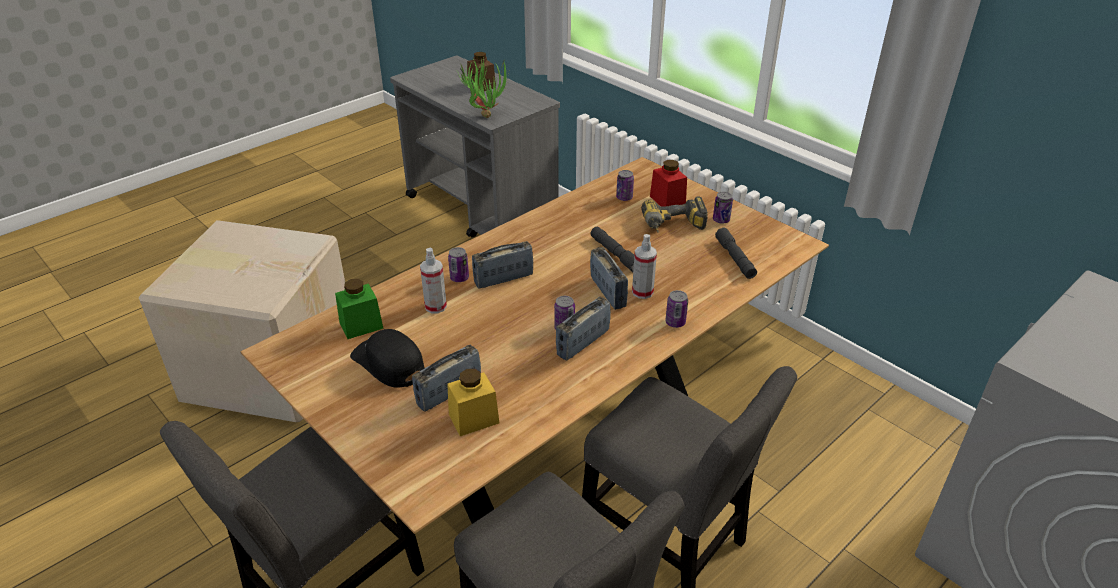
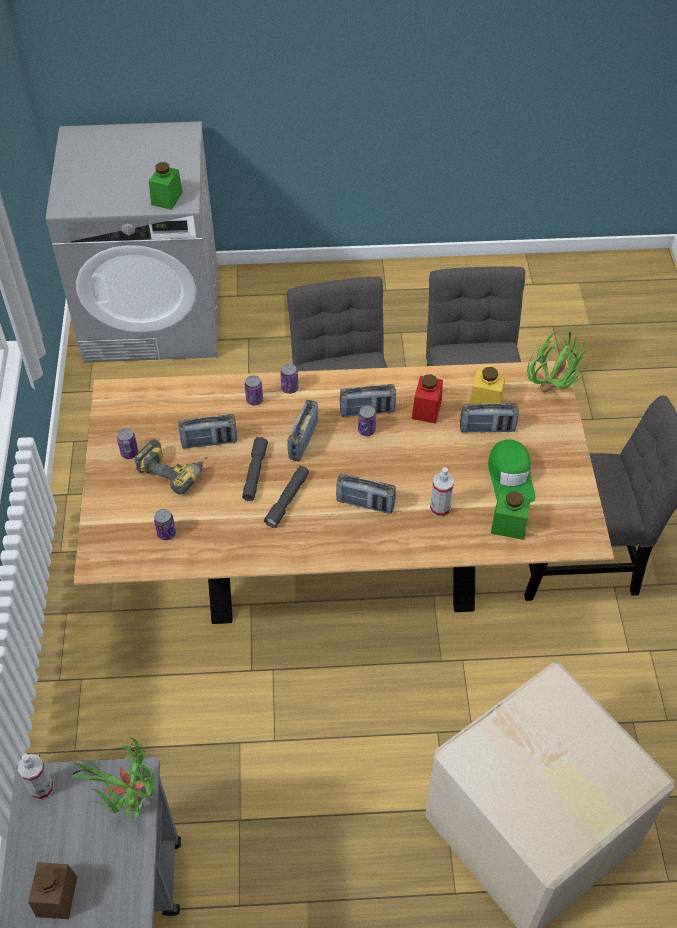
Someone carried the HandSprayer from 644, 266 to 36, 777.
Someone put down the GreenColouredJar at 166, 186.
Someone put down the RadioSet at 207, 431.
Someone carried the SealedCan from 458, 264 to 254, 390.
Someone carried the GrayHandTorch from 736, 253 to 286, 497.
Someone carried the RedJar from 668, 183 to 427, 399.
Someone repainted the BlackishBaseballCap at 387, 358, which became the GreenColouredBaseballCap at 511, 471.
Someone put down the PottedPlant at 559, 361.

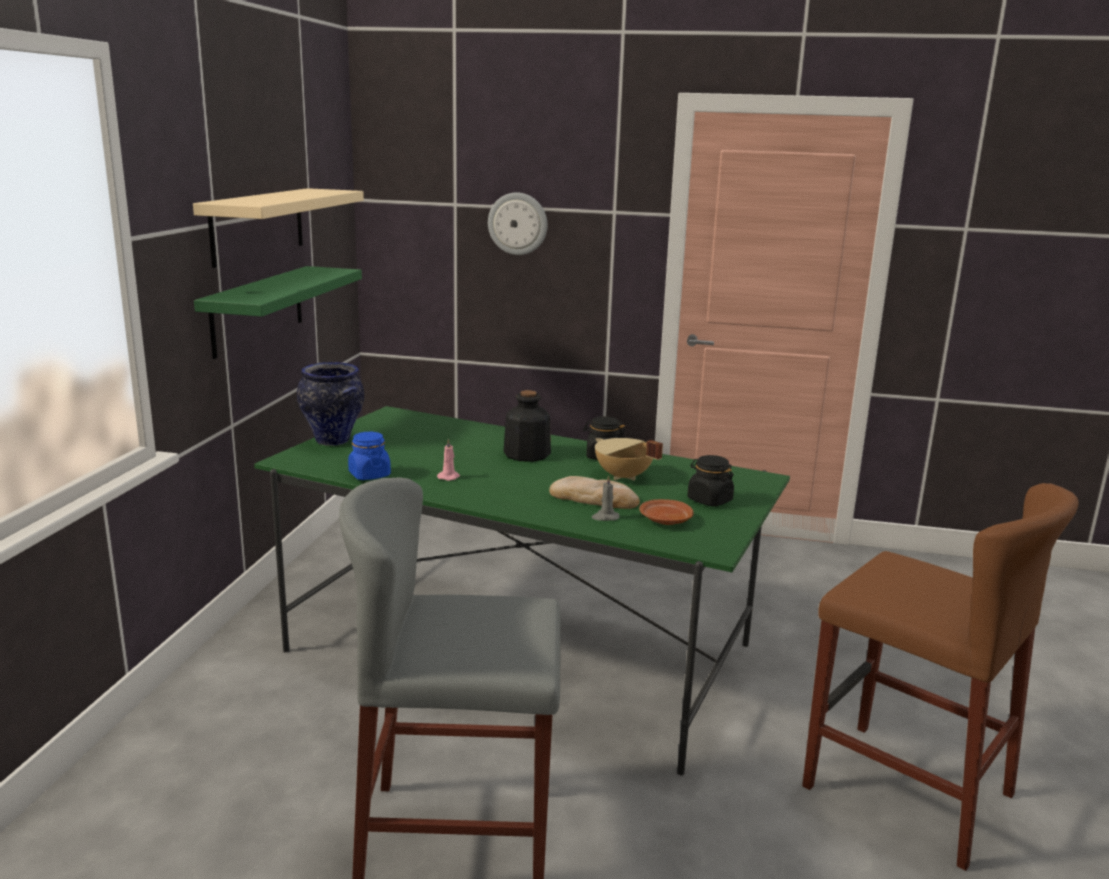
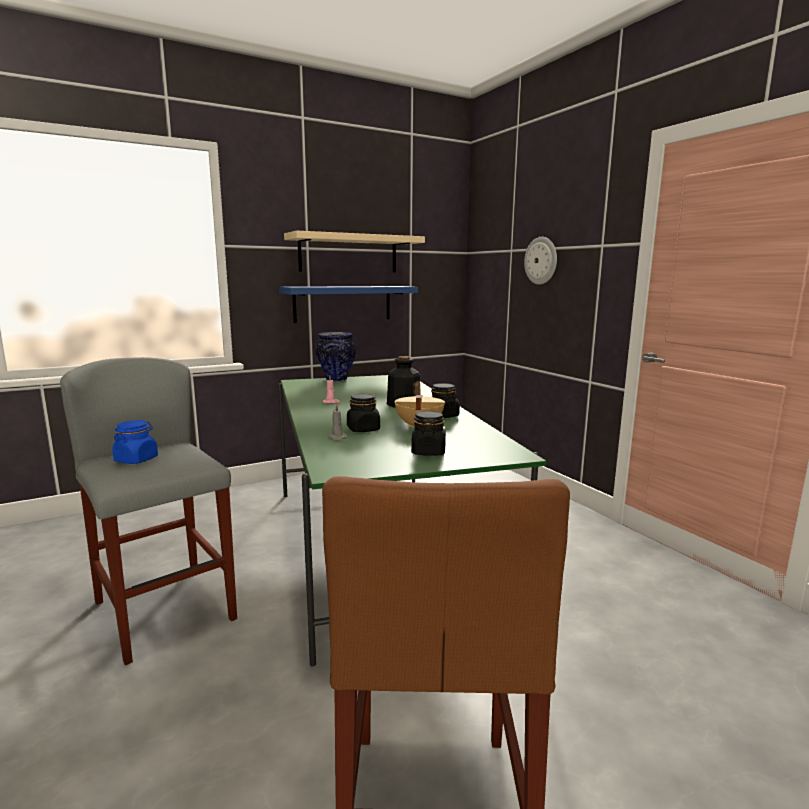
Someone carried the BluishJar from 369, 456 to 135, 442.
Someone repainted the GreenColouredBracketShelf at 278, 312, which became the BluishBracketShelf at 348, 304.
Someone swapped the BakeryBread at 594, 492 for the BlackishJar at 363, 413.
Someone took away the BrownDinnerPlate at 666, 512.

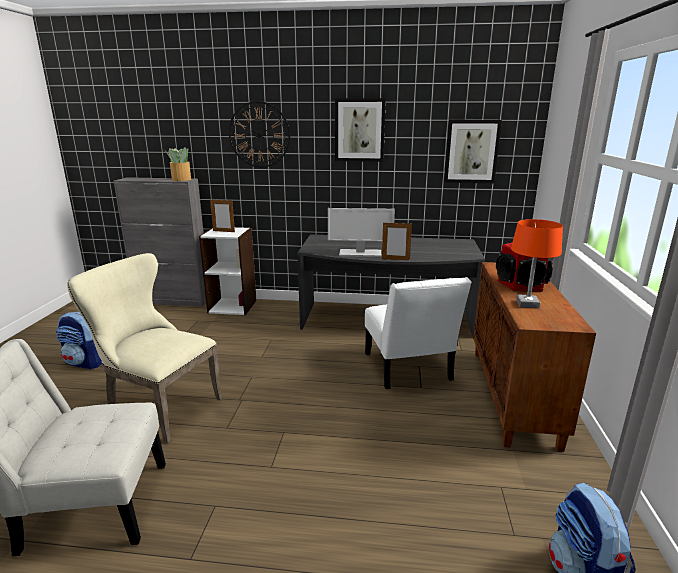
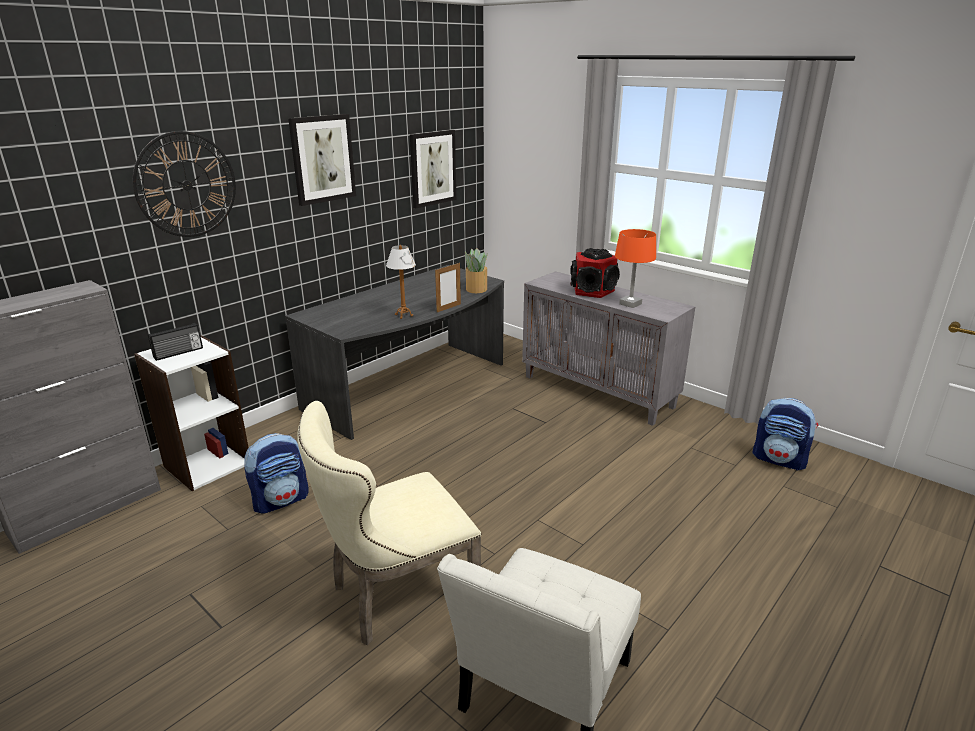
Someone swapped the StandingFrame at 222, 216 for the RadioSet at 175, 342.
Someone carried the Rucksack from 79, 340 to 276, 473.
Someone swapped the ComputerScreen at 361, 232 for the TabletopLamp at 401, 282.
Someone carried the PottedPlant from 177, 164 to 476, 270.
Someone repainted the BrownStorageCabinet at 534, 357, which became the GrayStorageCabinet at 608, 348.
Someone took away the WhiteColouredChair at 418, 333.

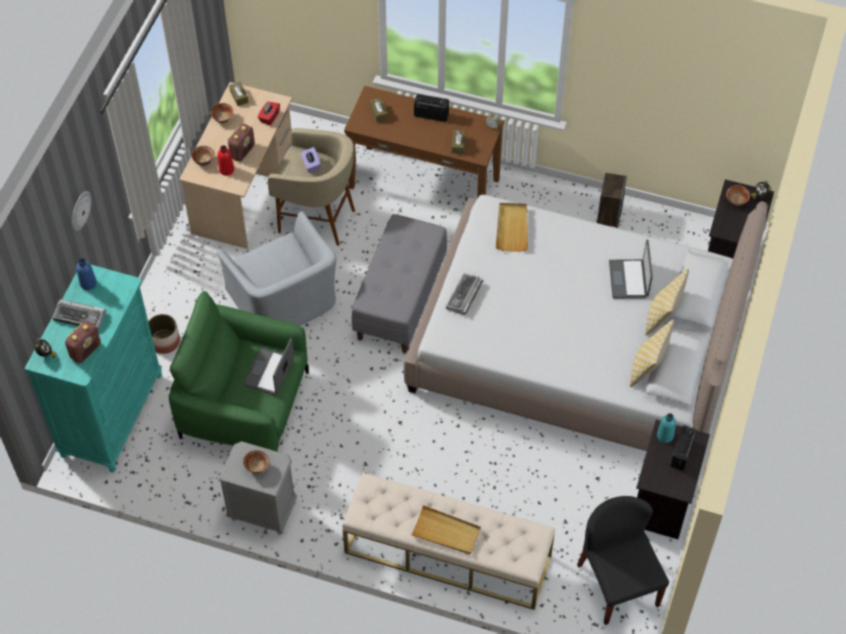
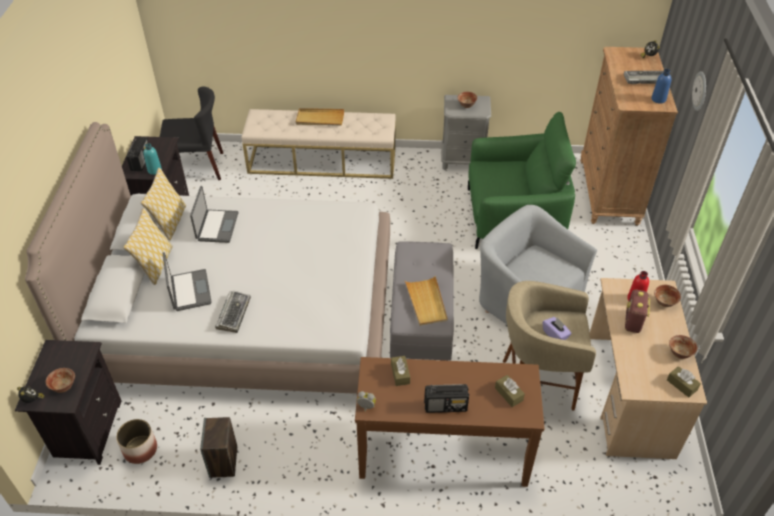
Someone carried the PlantPot from 164, 334 to 136, 441.
Someone rotated the BlackishChair at 623, 560 by 60 degrees counterclockwise.
Someone carried the Laptop from 268, 366 to 214, 214.
Someone carried the Keyboard from 464, 294 to 233, 312.
Someone carried the BeigeColouredTray from 512, 227 to 426, 301.
Someone repainted the TurquoiseChestOfDrawers at 93, 369, which became the BrownChestOfDrawers at 629, 136.
Someone took away the RadioSet at 83, 342.
Someone took away the RedTissueBox at 269, 113.

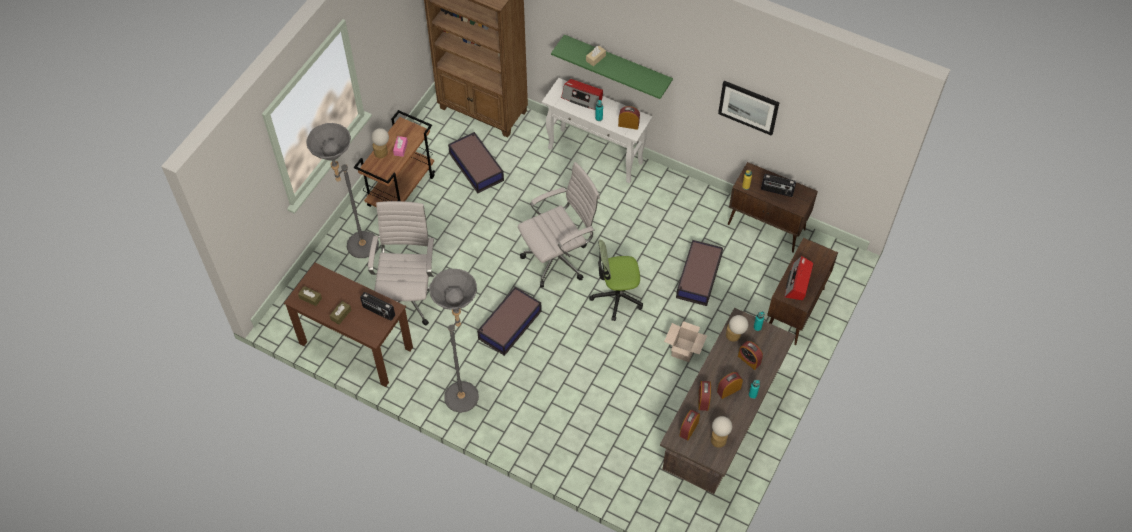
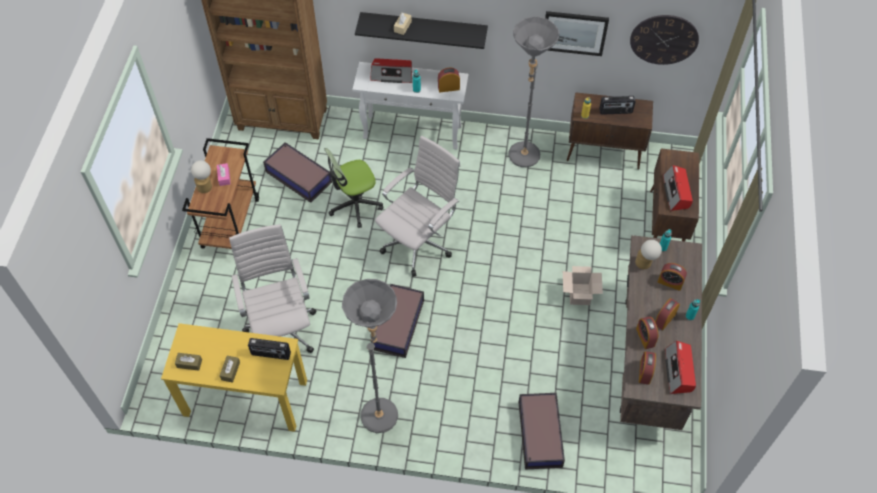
Someone repainted the BrownDeskUnit at 348, 325, which became the YellowDeskUnit at 234, 377.
Someone carried the ComputerChair from 616, 280 to 353, 188.
Someone repainted the GreenColouredBracketShelf at 612, 67, which became the BlackishBracketShelf at 421, 30.
Someone carried the GrayStandingLamp from 342, 190 to 533, 92.
Someone carried the StorageContainer from 699, 273 to 541, 431.
Someone put up the WallClock at 664, 40.
Someone swapped the TabletopLamp at 721, 432 for the RadioSet at 680, 367.

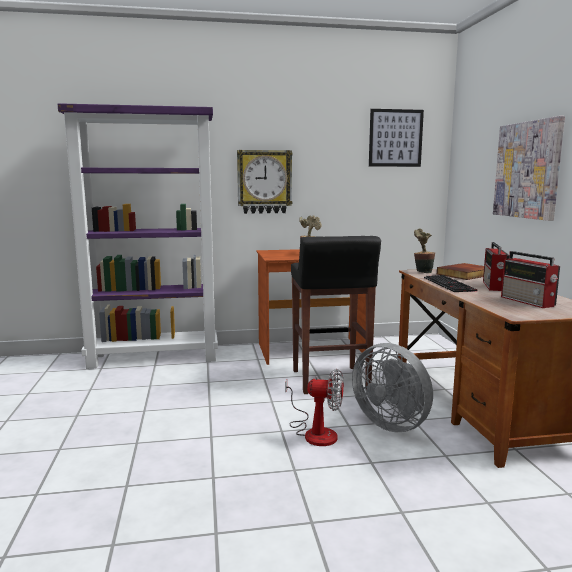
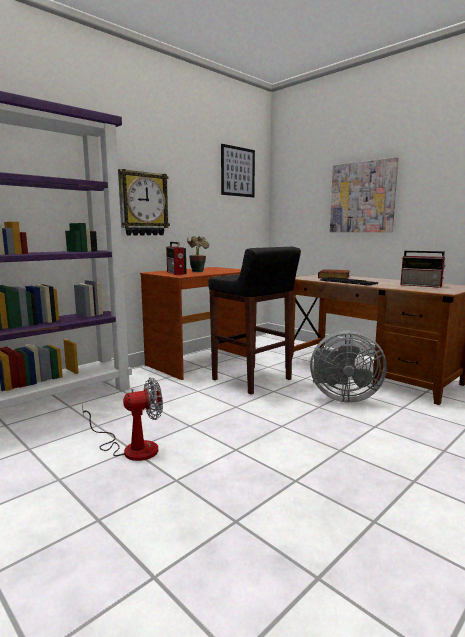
Someone carried the CoolingFan from 314, 407 to 122, 419.
Someone carried the RadioSet from 496, 266 to 176, 258.
Someone took away the PottedPlant at 424, 250.

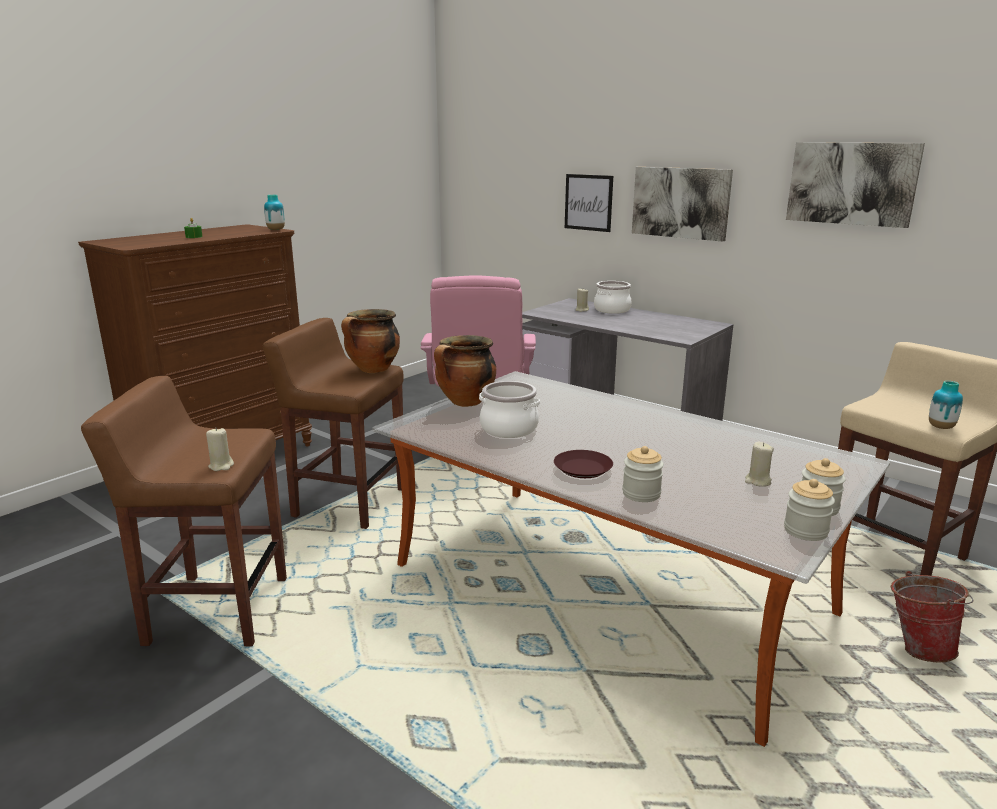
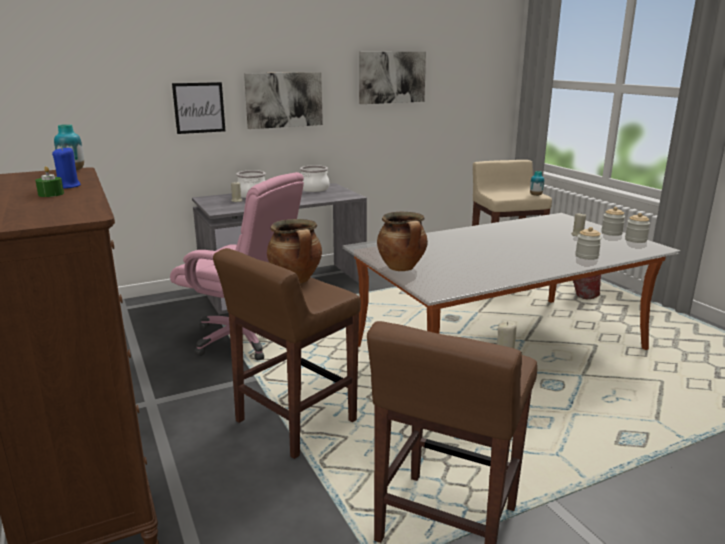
Someone put down the BluishCandle at 66, 167.
Someone carried the Saucepot from 509, 409 to 315, 178.
Someone took away the BrownDinnerPlate at 583, 464.

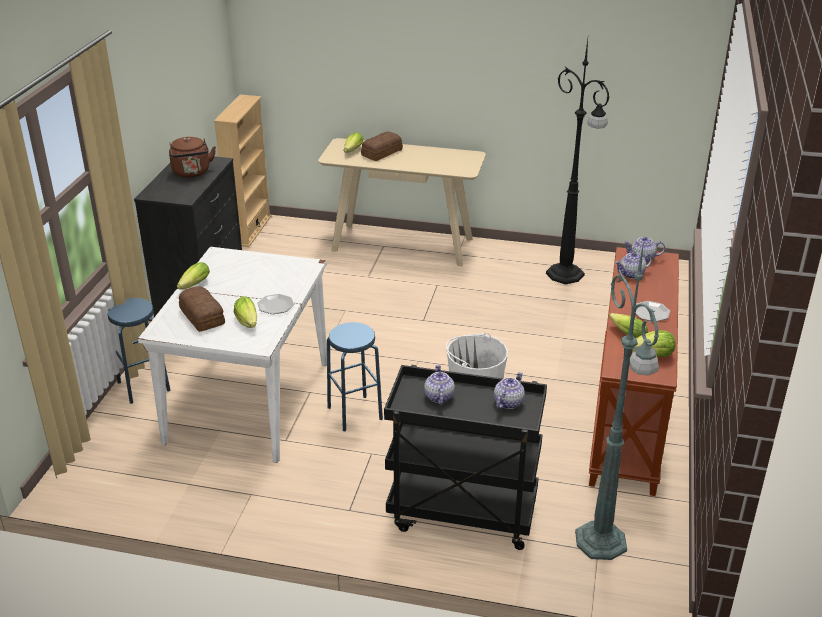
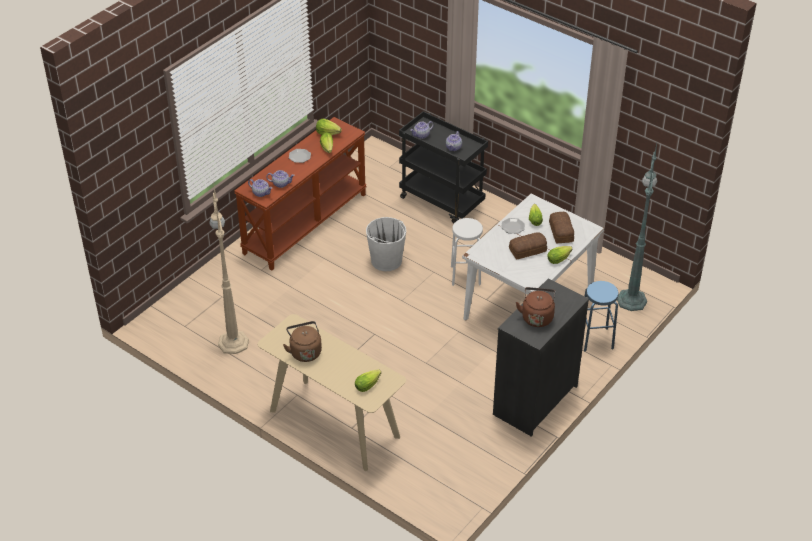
Someone repainted the BlackishStandingLamp at 578, 162, which became the BeigeColouredStandingLamp at 229, 270.
Someone put down the BrownWaterKettle at 302, 341.
Someone repainted the BluishStoolSeat at 355, 376, which became the WhiteColouredStoolSeat at 467, 252.
Someone carried the BakeryBread from 382, 146 to 528, 245.
Someone carried the GreenColouredStandingLamp from 617, 400 to 637, 227.
Someone took away the BeigeColouredShelvingUnit at 242, 171.

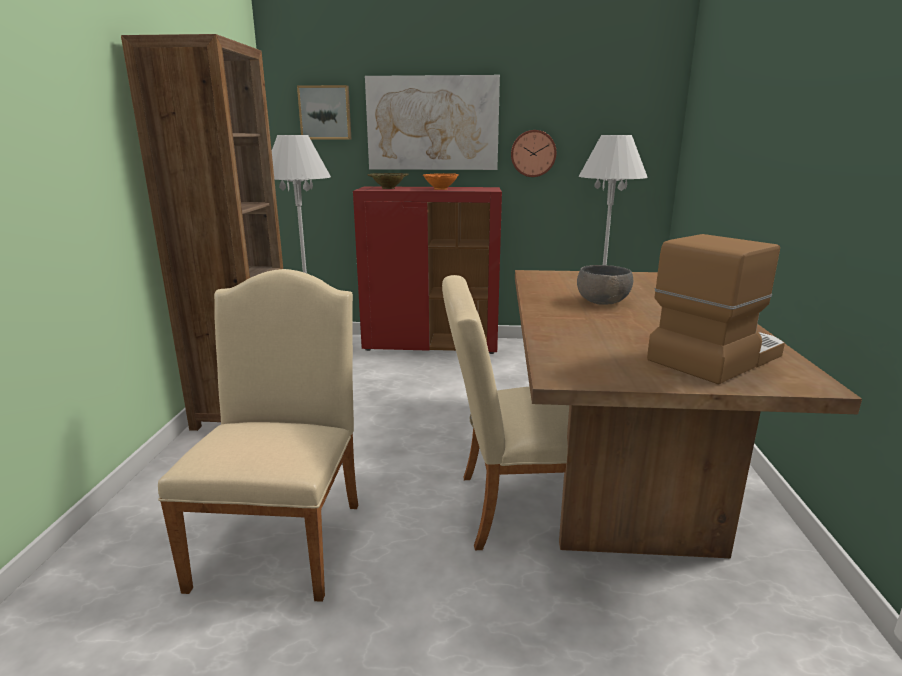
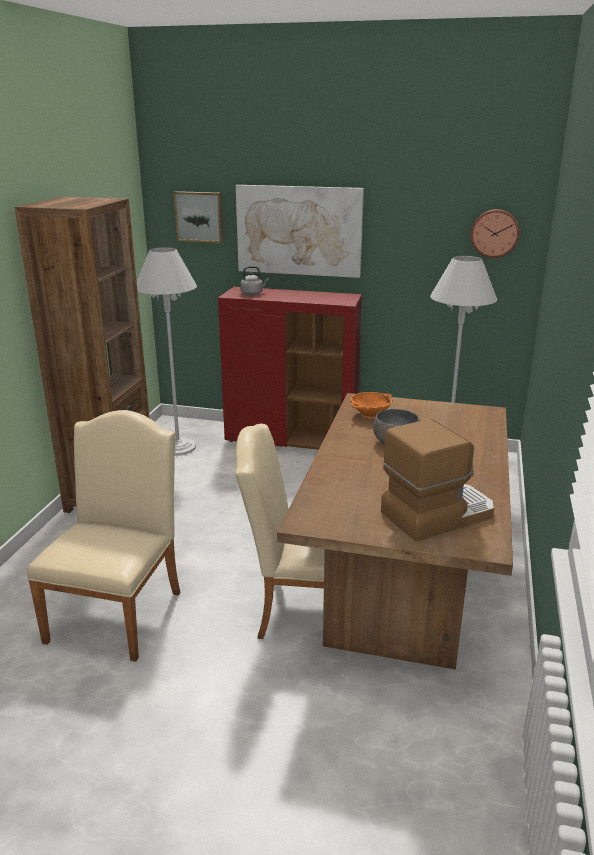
Someone swapped the BeigeColouredBowl at 388, 181 for the GrayWaterKettle at 254, 280.
Someone carried the OrangeyBowl from 441, 181 to 371, 405.
Someone carried the WallClock from 533, 153 to 495, 233.

